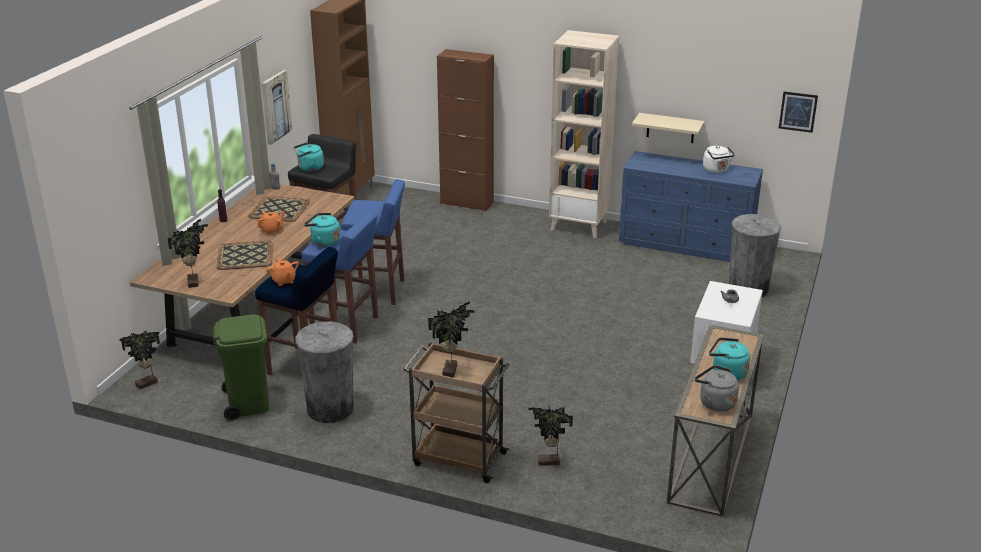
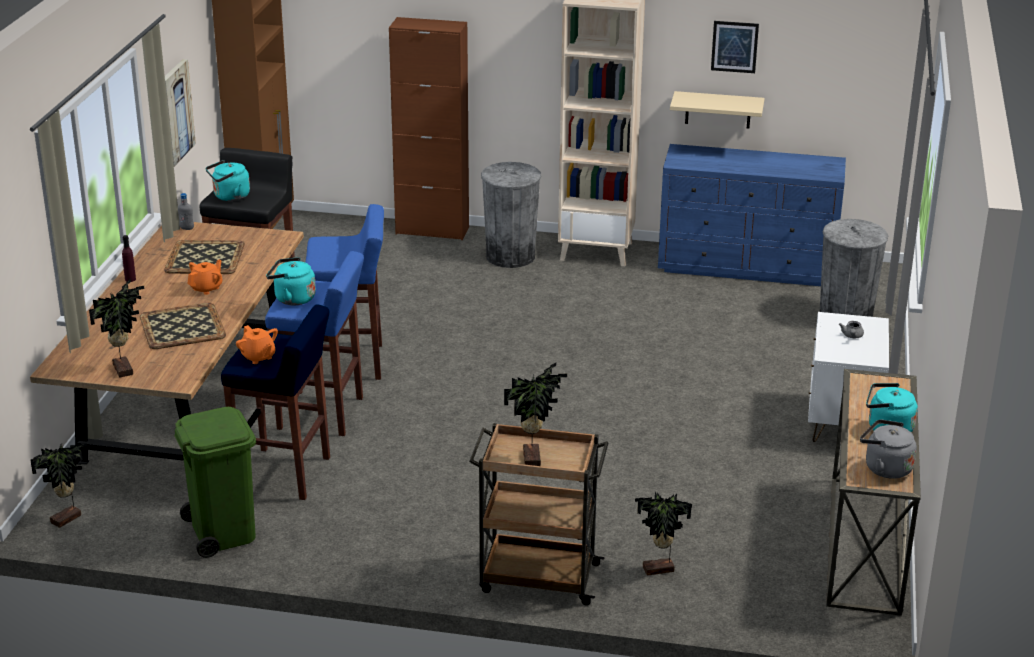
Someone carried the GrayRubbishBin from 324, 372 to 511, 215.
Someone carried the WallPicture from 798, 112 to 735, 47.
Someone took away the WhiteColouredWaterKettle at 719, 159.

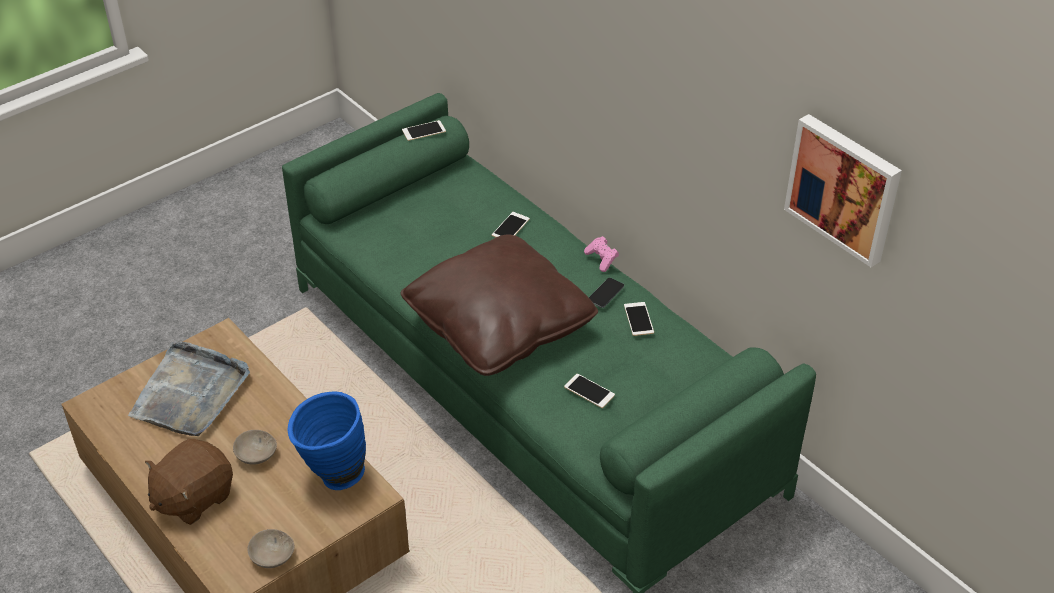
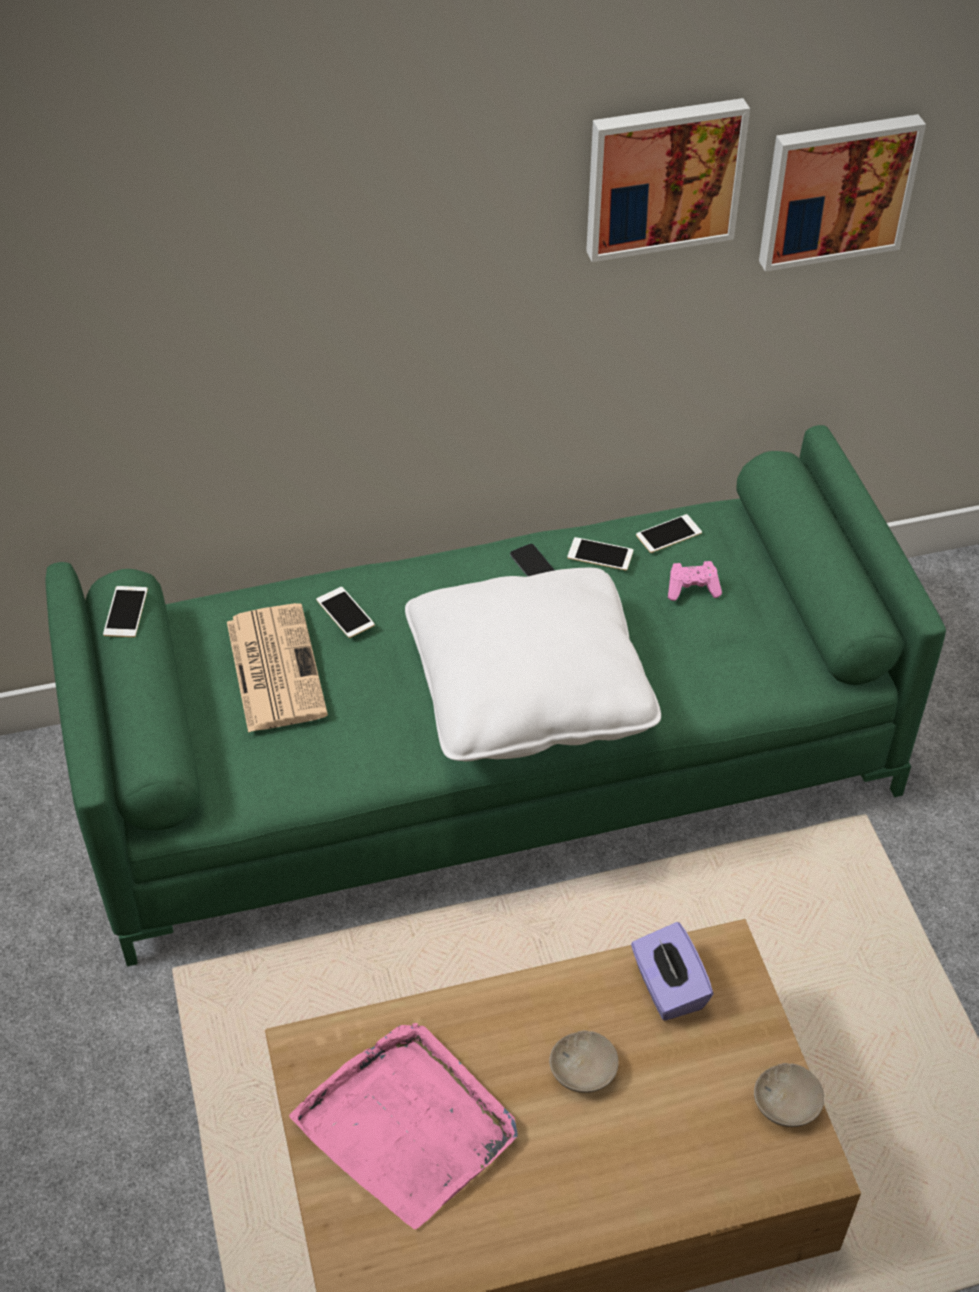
Someone put down the PrintedPaper at 277, 668.
Someone repainted the GrayTray at 189, 388, which became the PinkishTray at 403, 1126.
Someone repainted the BrownThrowPillow at 499, 305, which became the WhiteColouredThrowPillow at 533, 664.
Someone put up the WallPicture at 668, 180.
Someone swapped the BluishVase at 326, 441 for the PurplishTissueBox at 672, 971.
Someone carried the Telephone from 589, 391 to 669, 533.
Someone carried the PinkishGameController from 601, 254 to 695, 581.
Someone took away the BrownSoftToy at 189, 482.

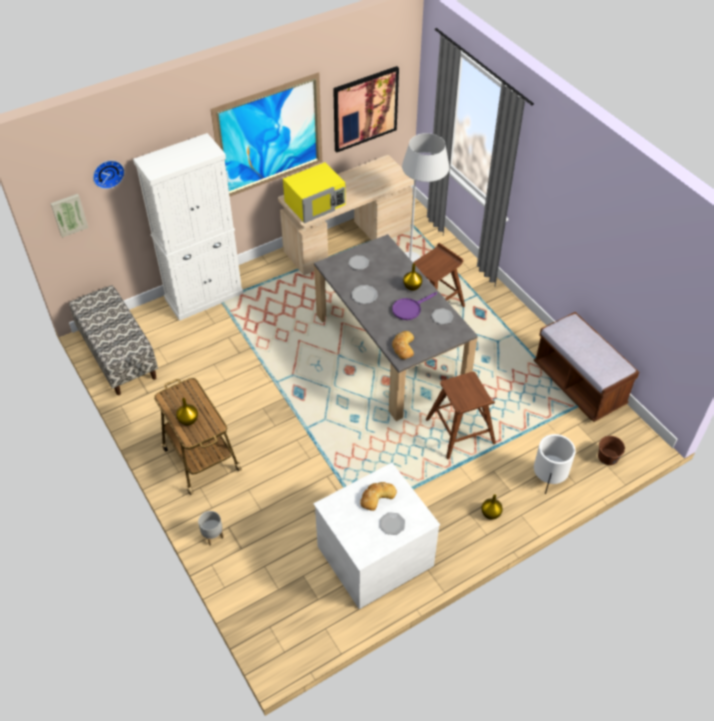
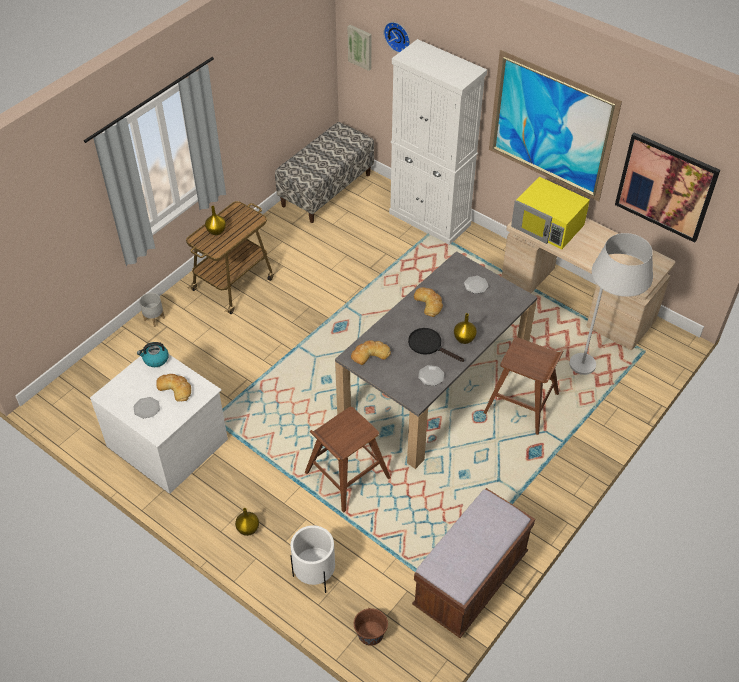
Someone put down the WaterKettle at 153, 354.
Someone repainted the PurplishFryingPan at 414, 306, which became the BlackishFryingPan at 436, 345.
Someone swapped the DinnerPlate at 364, 294 for the BakeryBread at 428, 302.

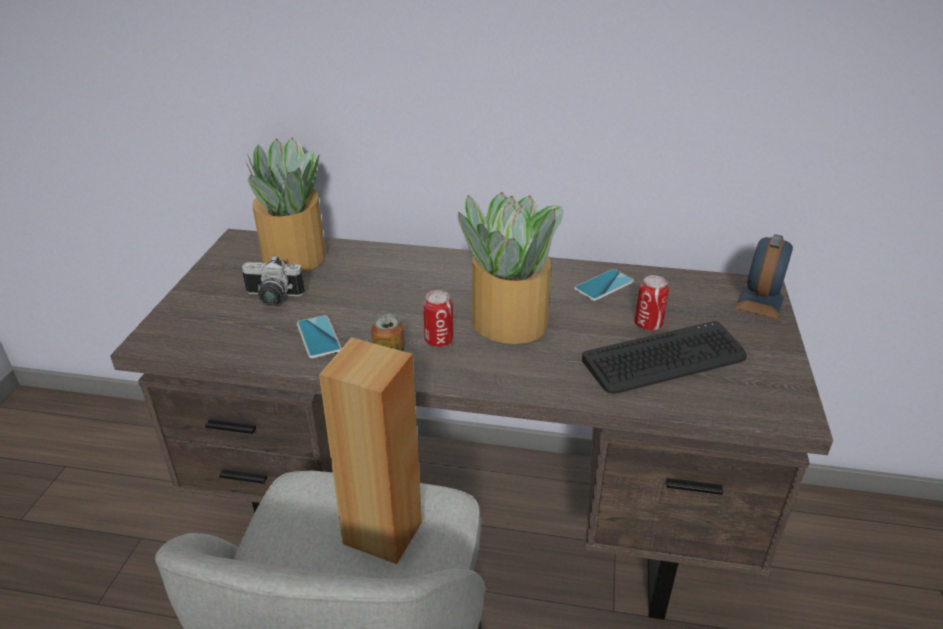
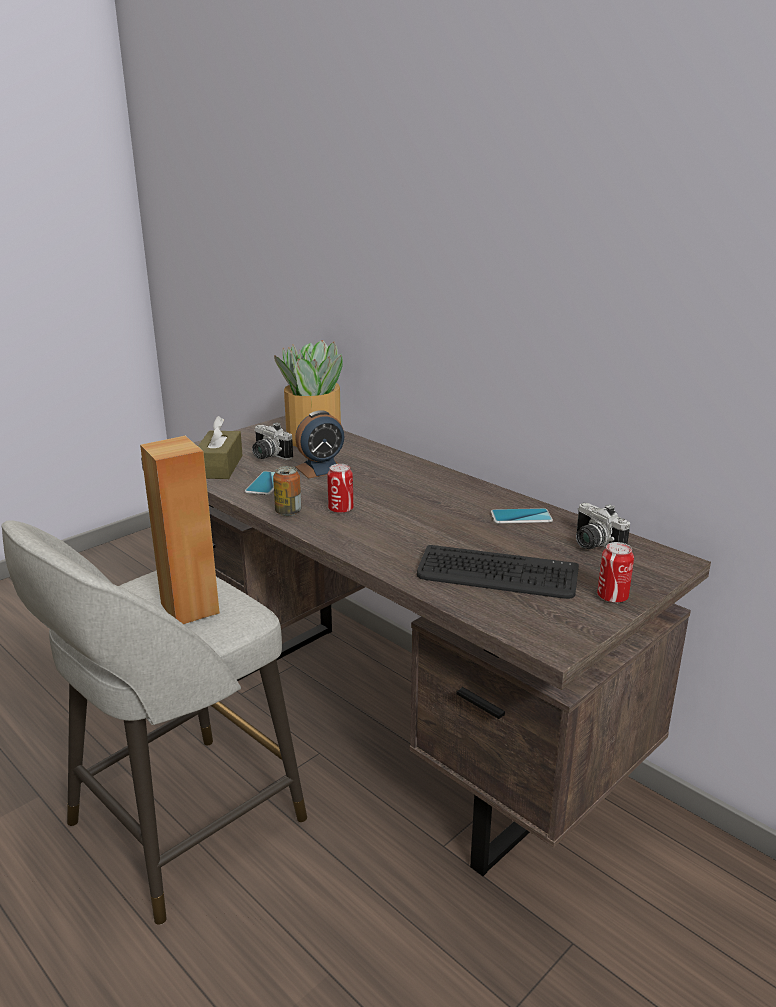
Someone put down the BrownTissueBox at 220, 447.
Someone carried the TableClock from 764, 276 to 319, 444.
Someone put down the PhotoCamera at 603, 526.
Someone carried the SealedCan from 652, 303 to 615, 572.
Someone took away the PottedPlant at 510, 268.

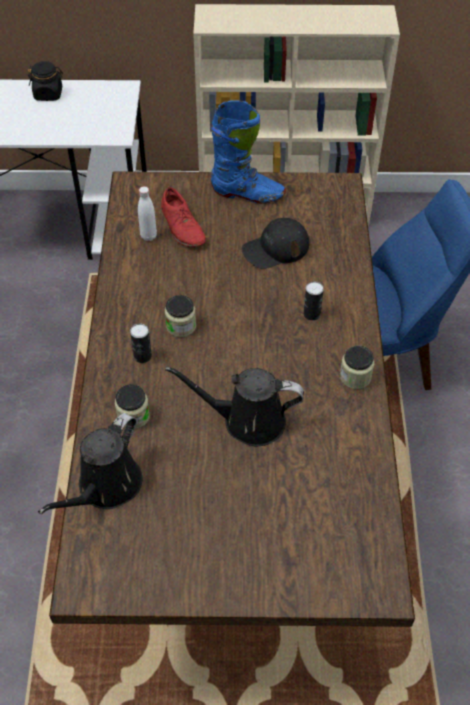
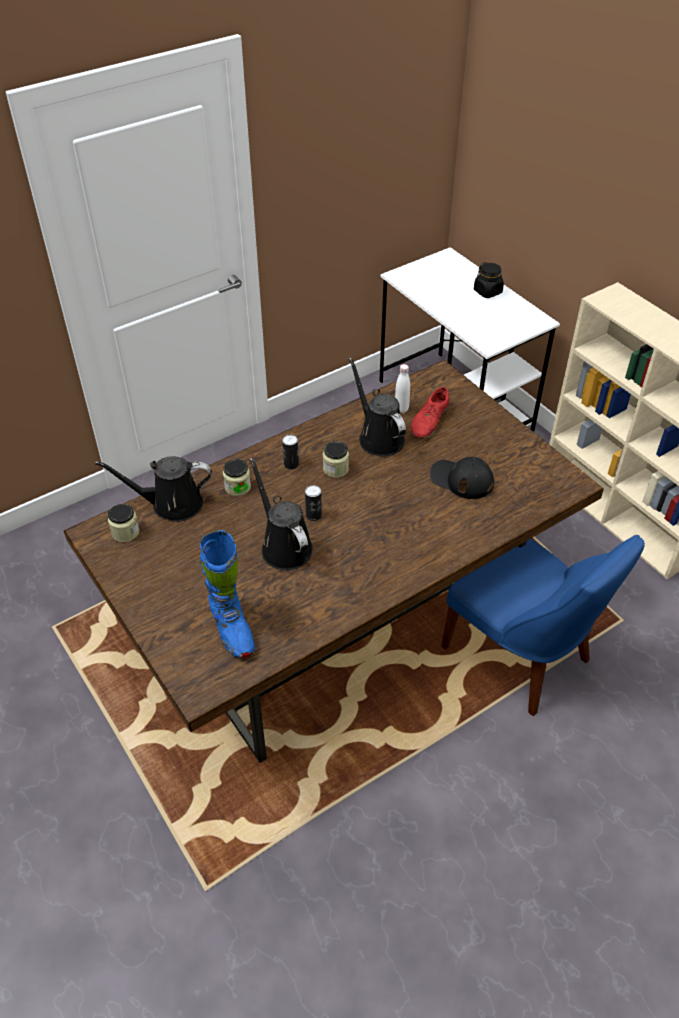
Someone carried the Jar from 357, 367 to 124, 523.
Someone carried the BluishHighTopBoot from 248, 152 to 227, 594.
Someone carried the SealedCan from 313, 301 to 313, 503.
Someone put down the BlackishWateringPot at 377, 407.

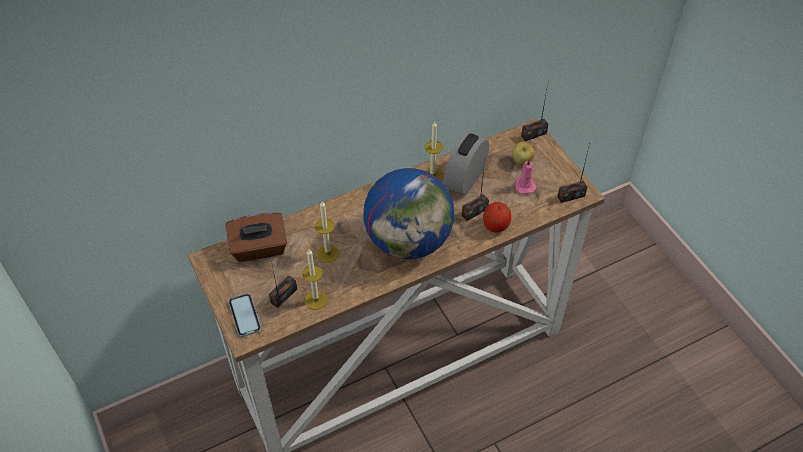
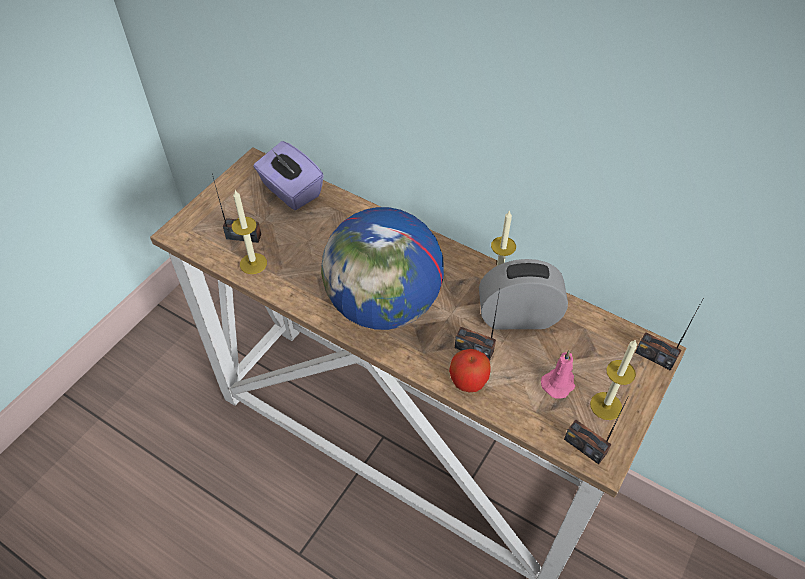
Someone repainted the BrownTissueBox at 256, 237, which became the PurplishTissueBox at 289, 175.
Someone carried the Candle from 327, 232 to 613, 379.
Someone took away the Telephone at 244, 315.
Someone took away the Apple at 524, 153.

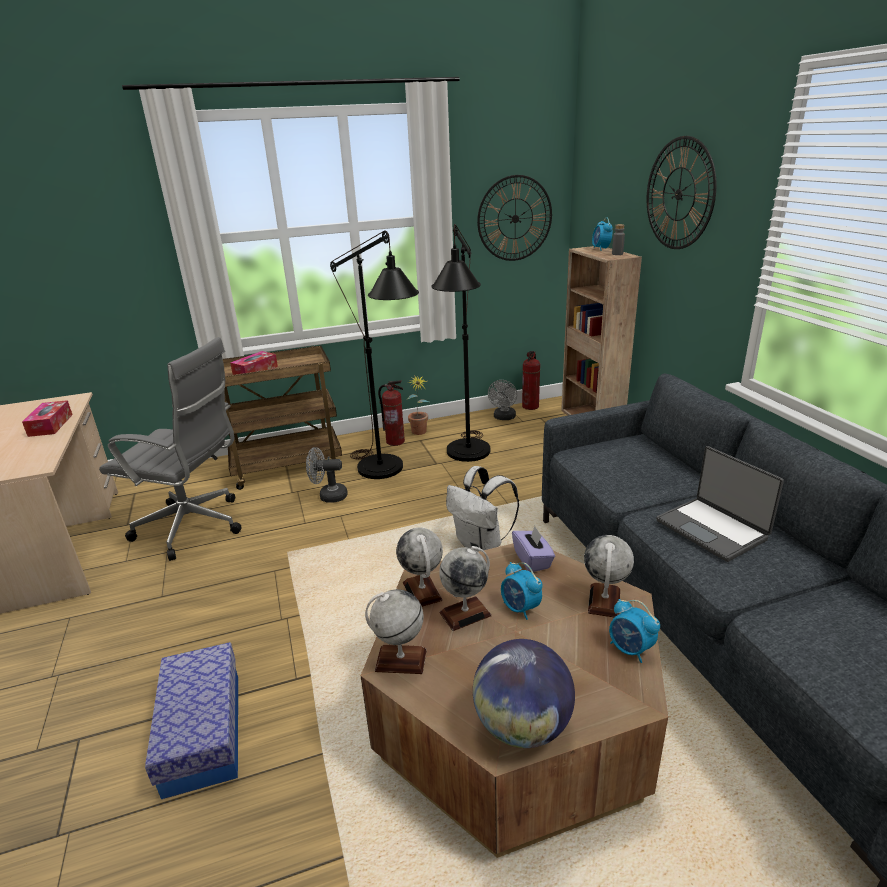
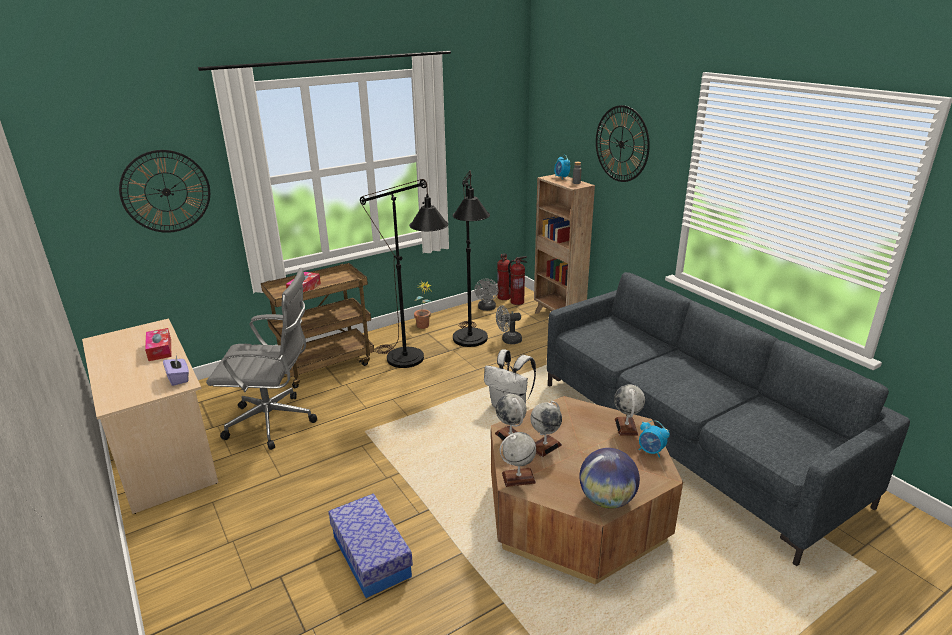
Someone carried the WallClock from 514, 218 to 164, 191.
Someone carried the PurplishTissueBox from 533, 549 to 176, 370.
Someone carried the GrayCoolingFan from 327, 475 to 509, 324.
Someone carried the Extinguisher from 391, 413 to 517, 280.
Someone took away the TableClock at 522, 591.
Someone took away the Laptop at 720, 504.

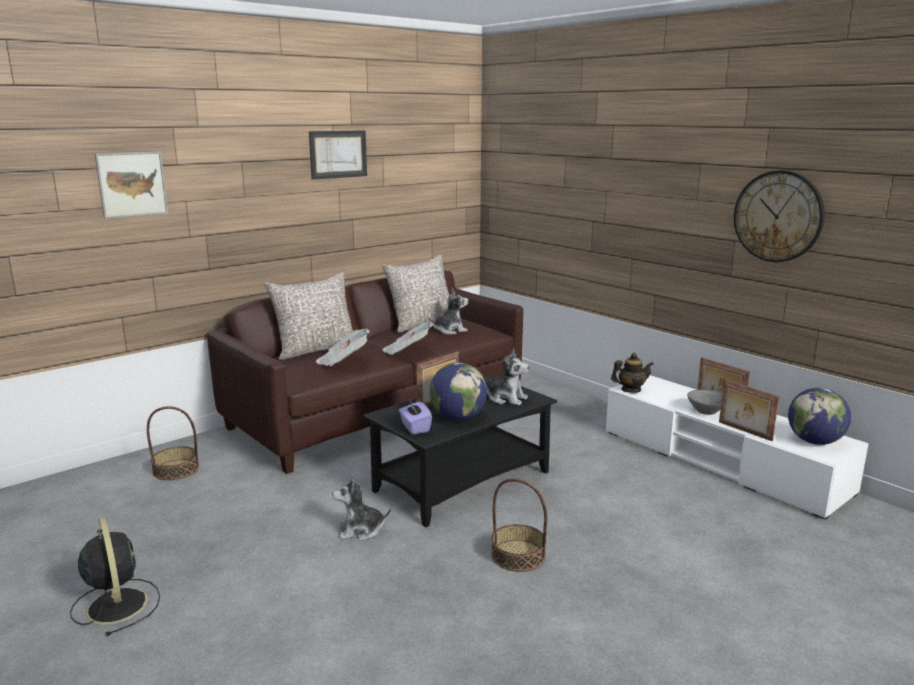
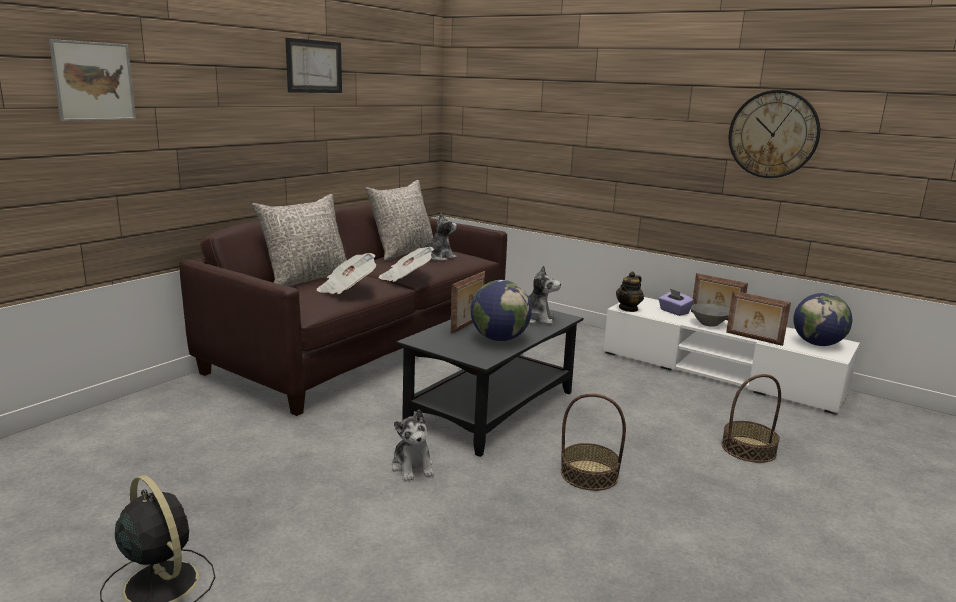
Someone rotated the SoftToy at 362, 508 by 90 degrees counterclockwise.
Someone rotated the TeaPot at 632, 373 by 150 degrees clockwise.
Someone carried the PurplishTissueBox from 415, 417 to 676, 302.
Someone carried the StorageBasket from 173, 443 to 751, 418.

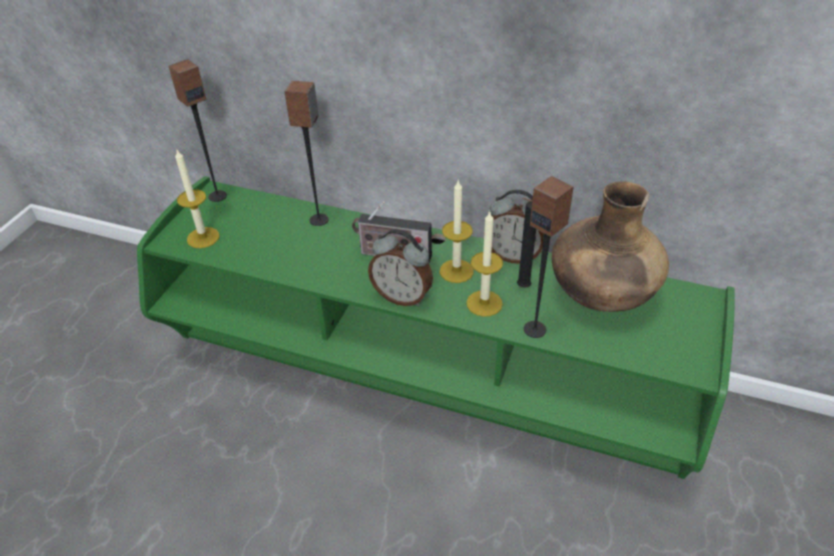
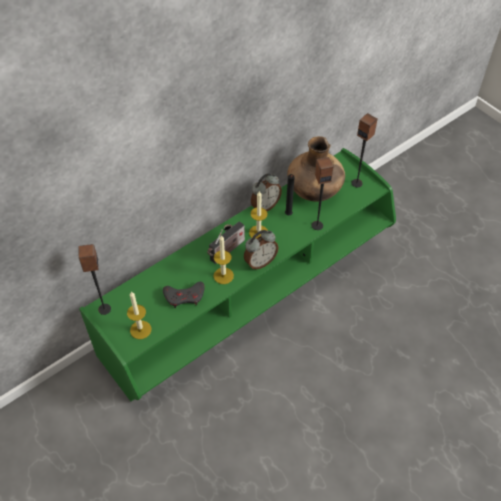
Someone put down the GrayGameController at 184, 295.
Someone carried the Candle from 484, 264 to 224, 259.
Someone carried the Speaker from 306, 153 to 364, 150.

